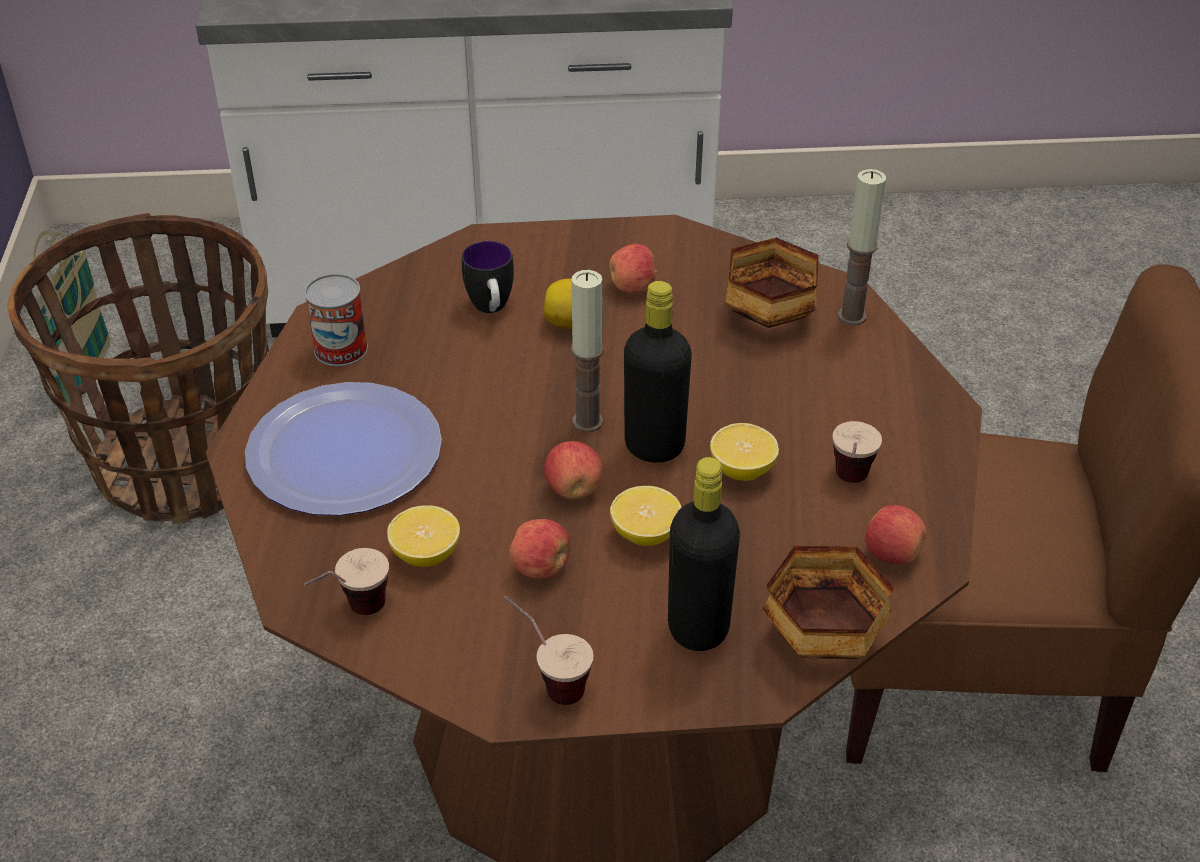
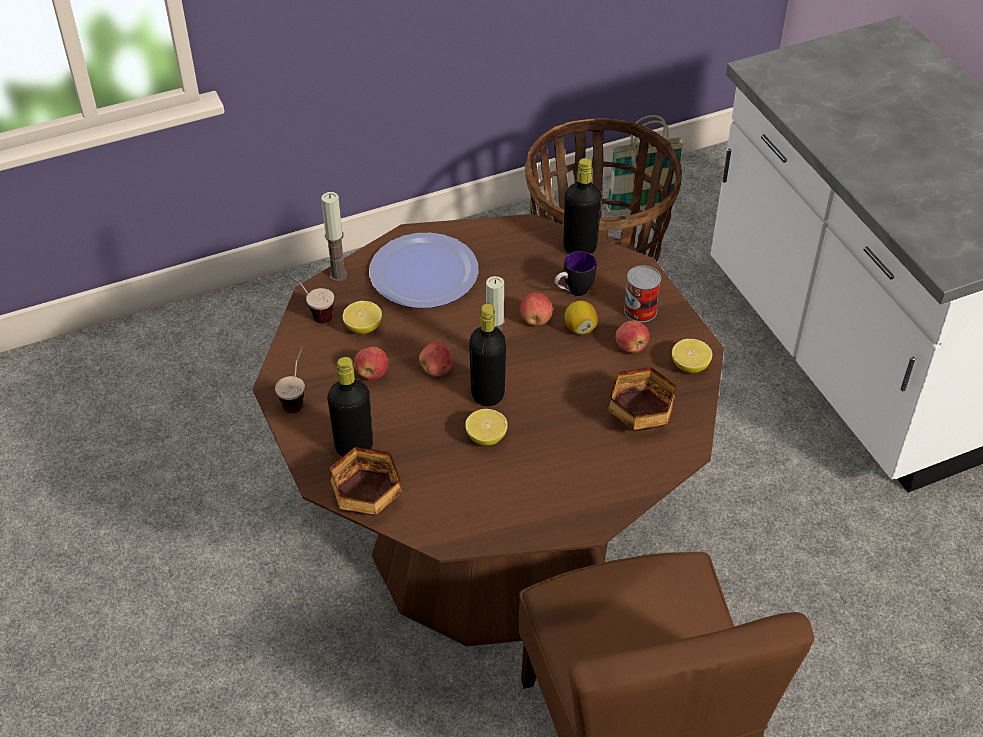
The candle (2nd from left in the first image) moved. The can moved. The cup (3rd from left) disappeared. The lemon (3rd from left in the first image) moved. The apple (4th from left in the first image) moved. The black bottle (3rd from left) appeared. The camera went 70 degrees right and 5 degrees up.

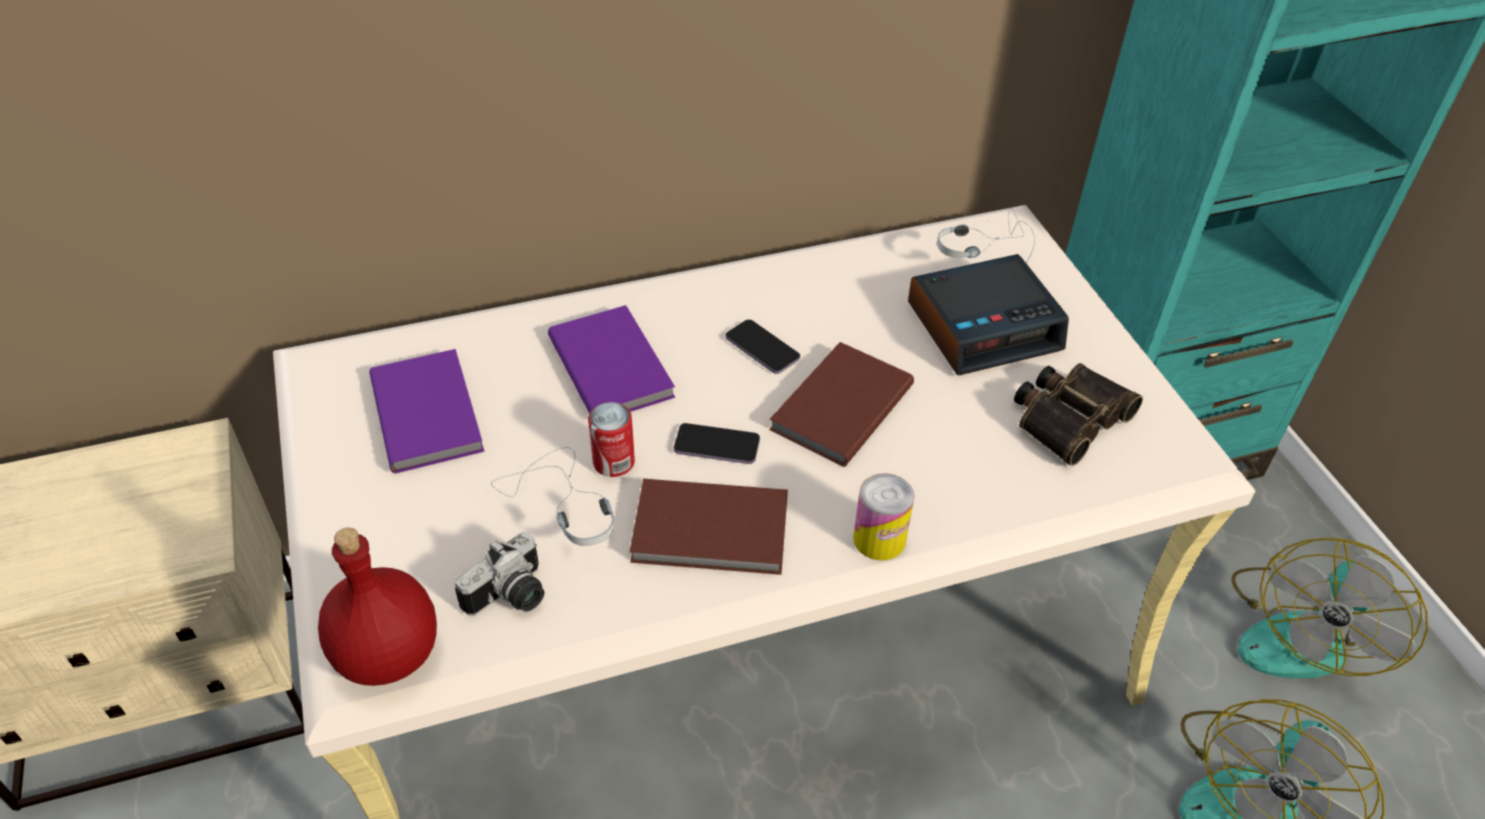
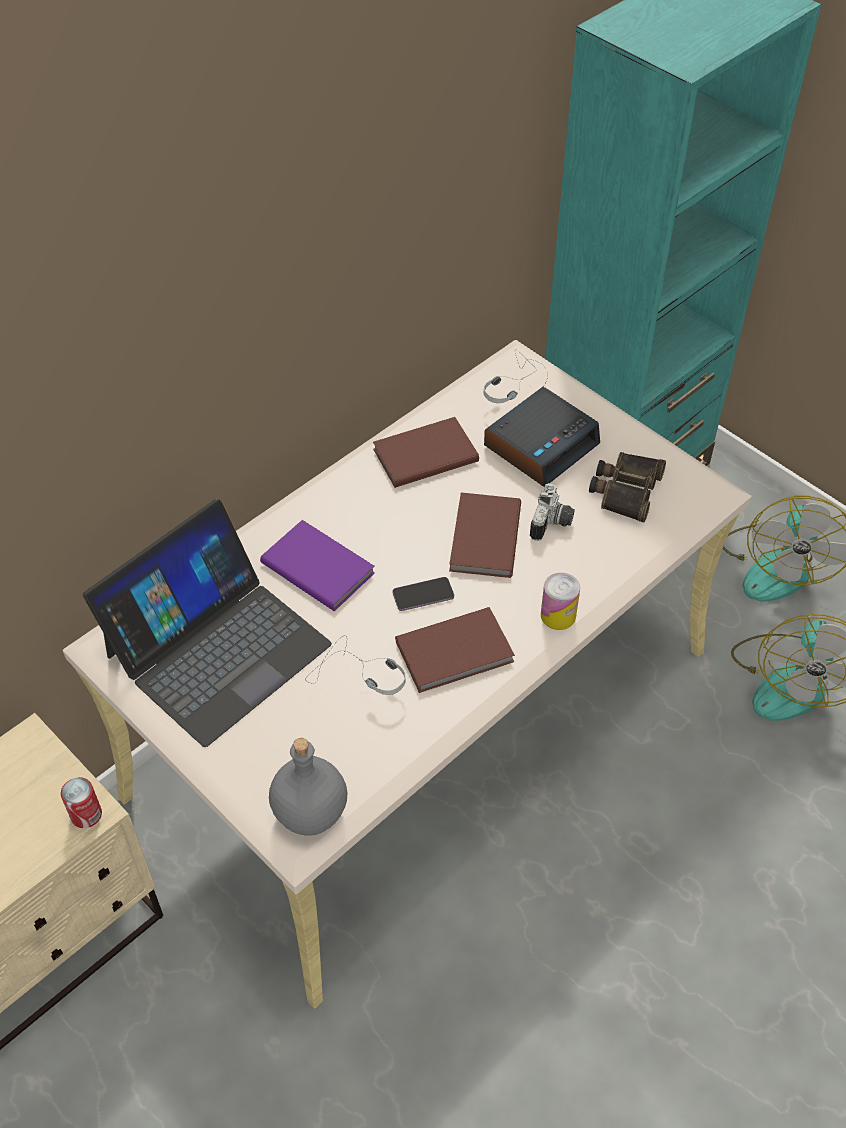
The phone (2nd from left) disappeared. The purple book (1st from left) was replaced by the laptop. The can (1st from left) moved. The red bottle became the grey bottle. The photo camera moved. The brown book (1st from left) appeared. The camera went 25 degrees left and 5 degrees up.

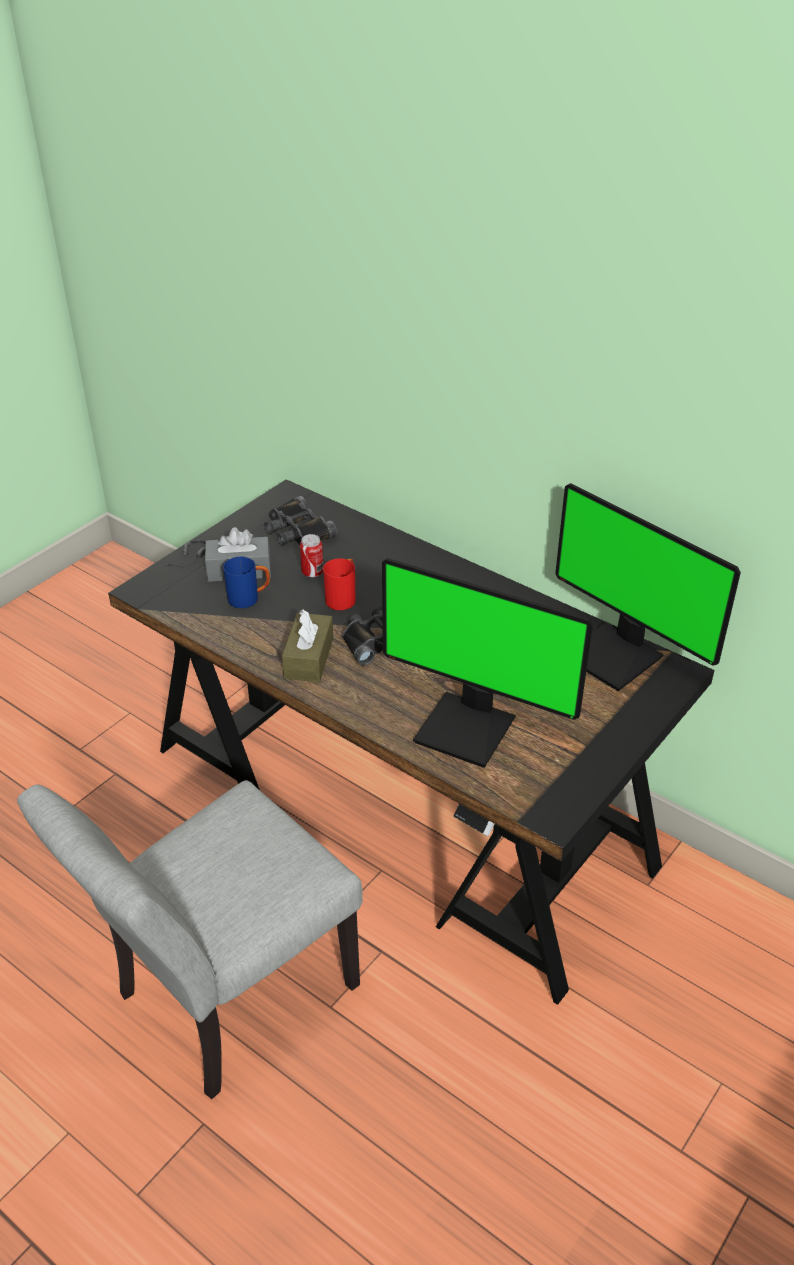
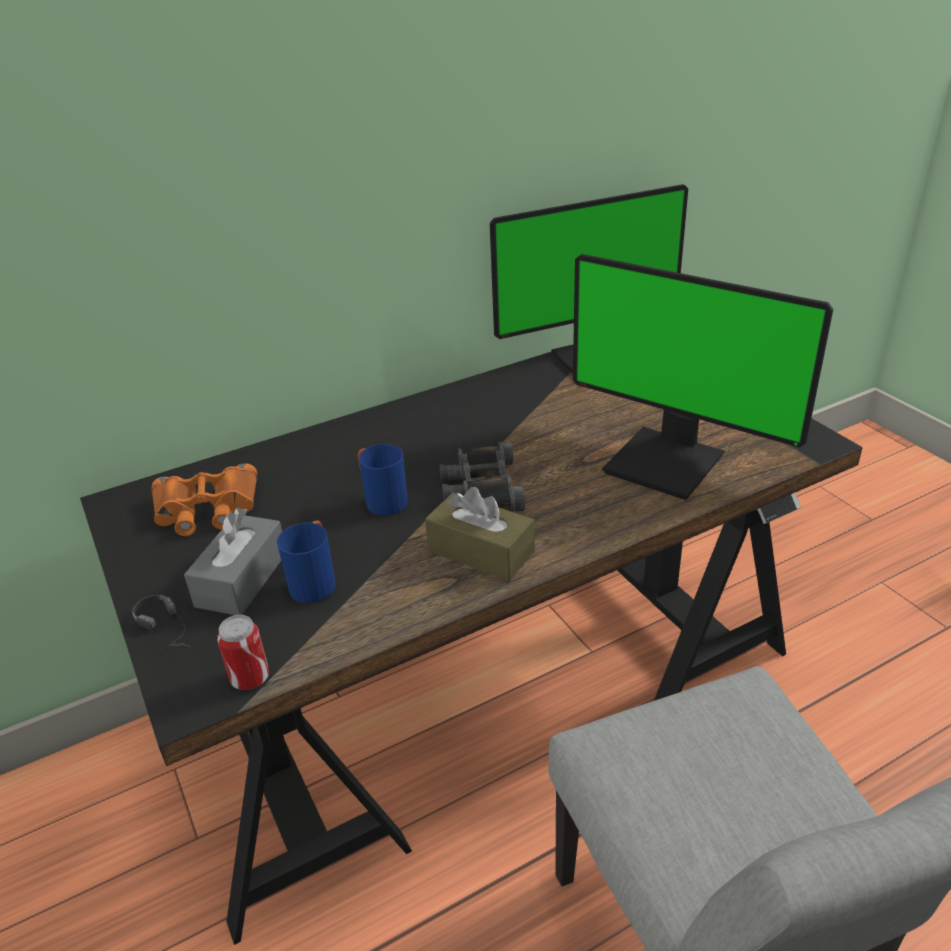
The black binoculars (1st from left) became the orange binoculars. The can moved. The red mug became the blue mug (2nd from left). The monitor (1st from left in the first image) turned 75 degrees clockwise. The camera went 65 degrees left and 5 degrees down.

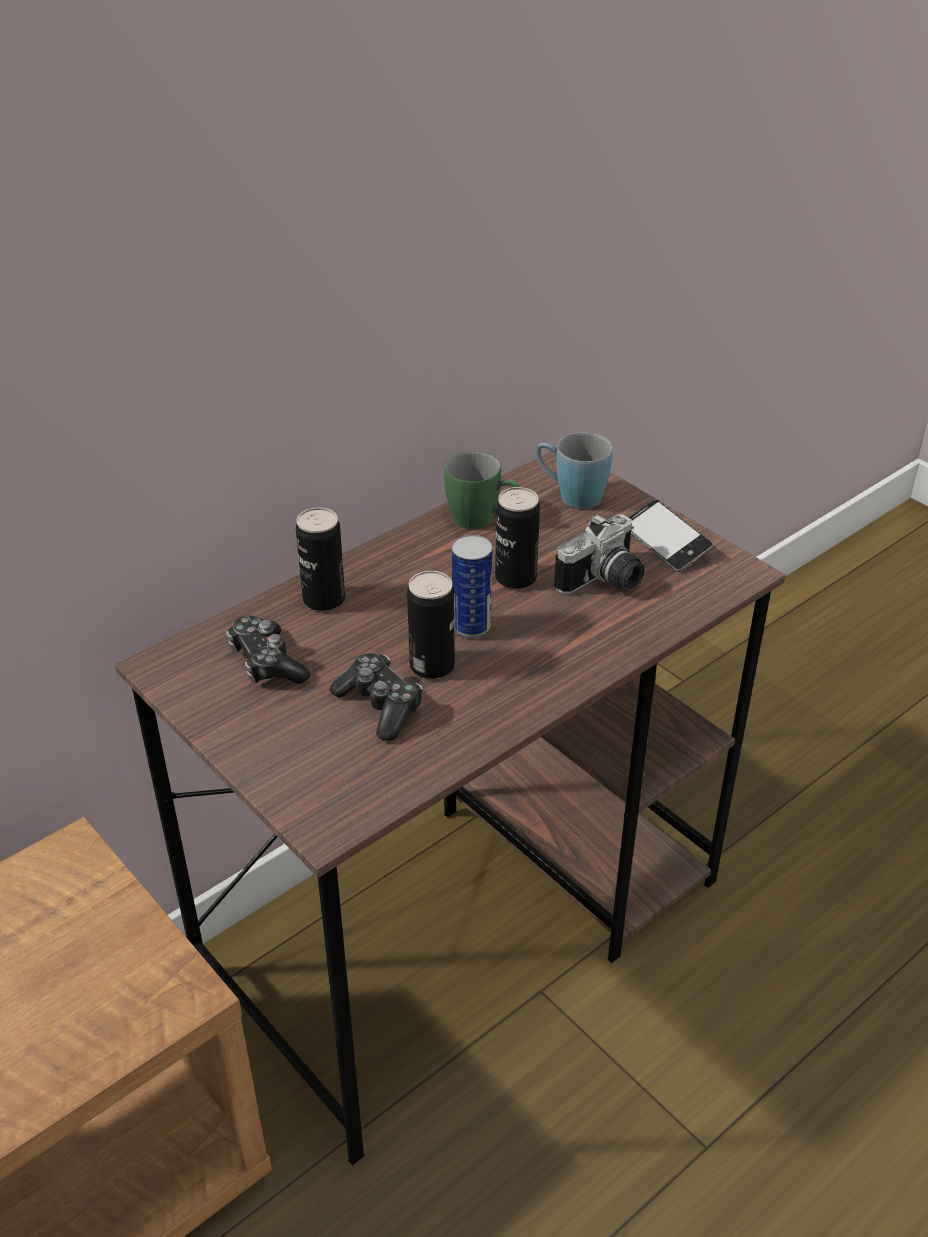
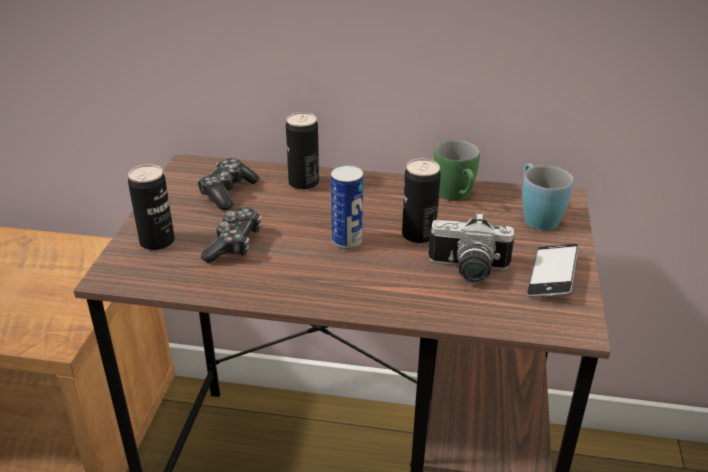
The can (2nd from left in the first image) moved. The camera went 50 degrees right and 5 degrees down.

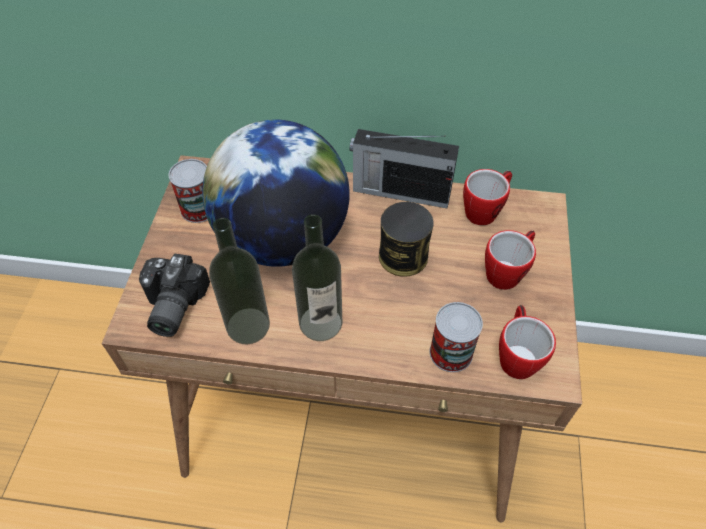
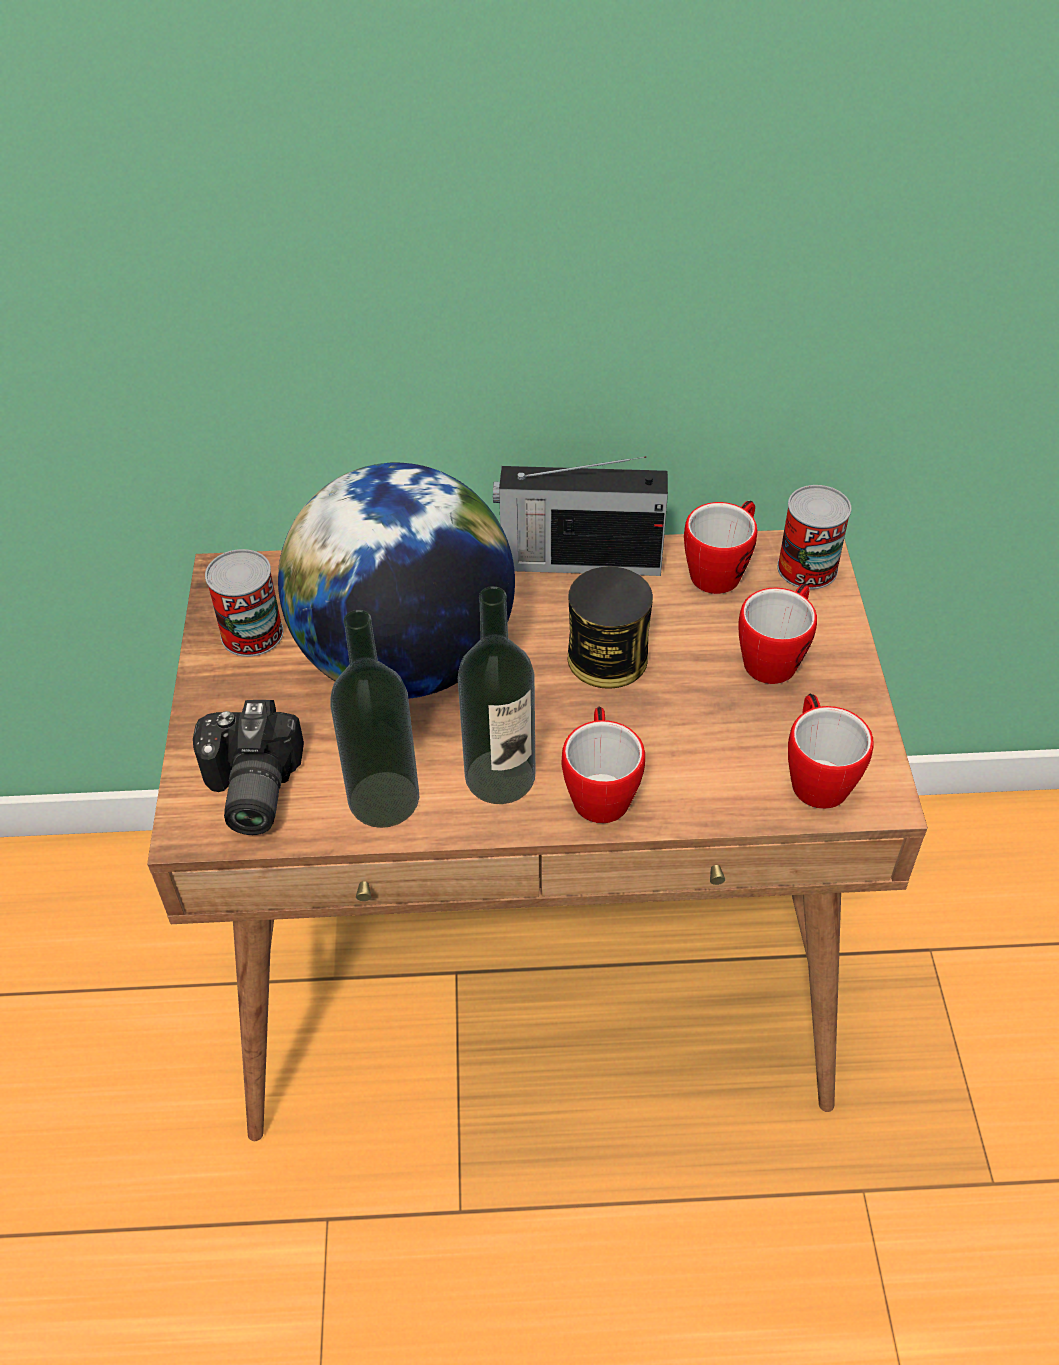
The can (3rd from left) moved. The mug (1st from left) appeared. The camera went 10 degrees left and 5 degrees down.

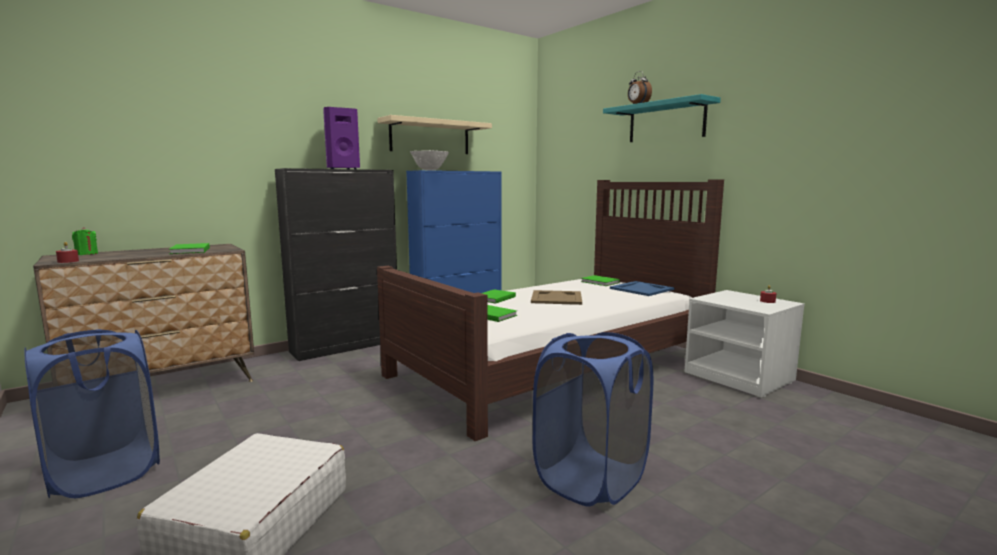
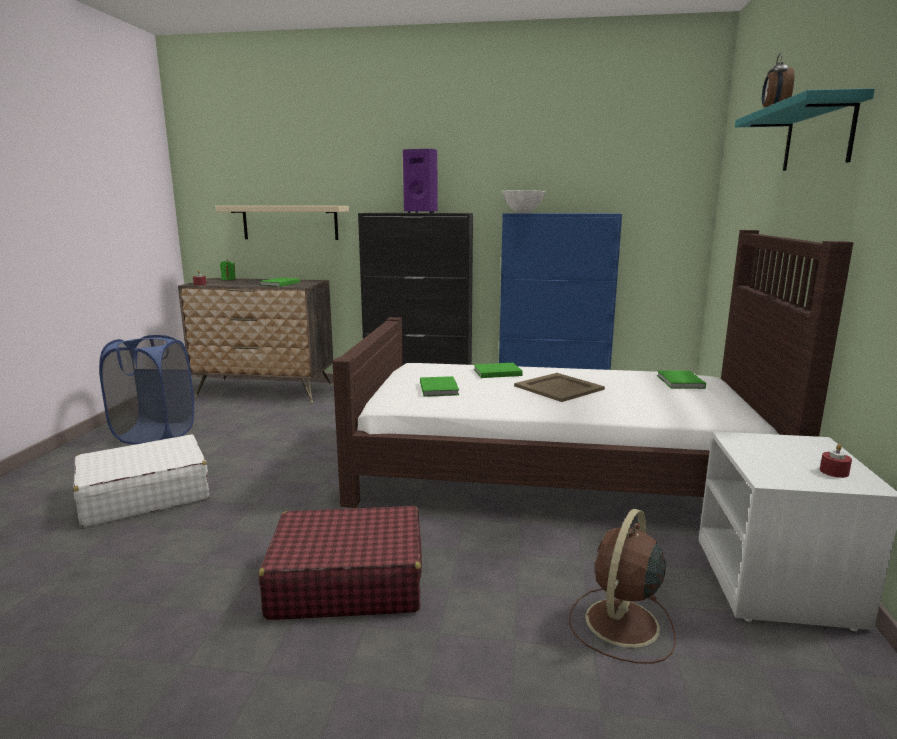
The beige shelf moved. The blue tray disappeared. The blue laundry basket (2nd from left) was replaced by the red suitcase. The brown fan appeared. The camera went 45 degrees right and 5 degrees up.

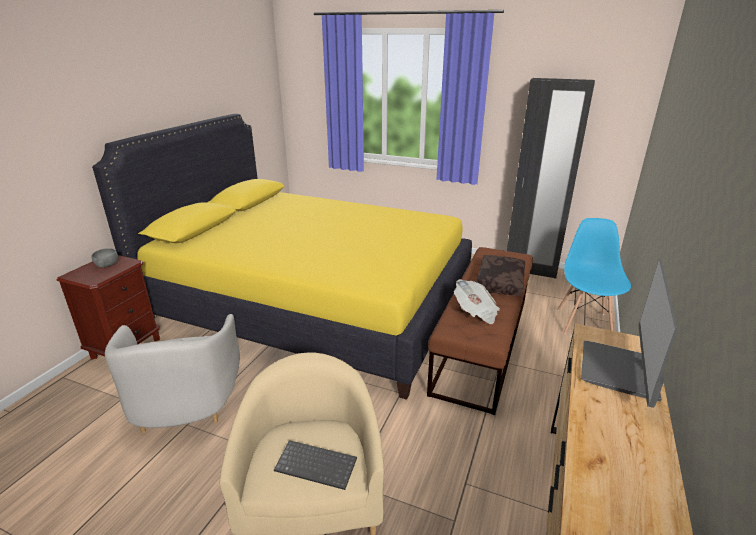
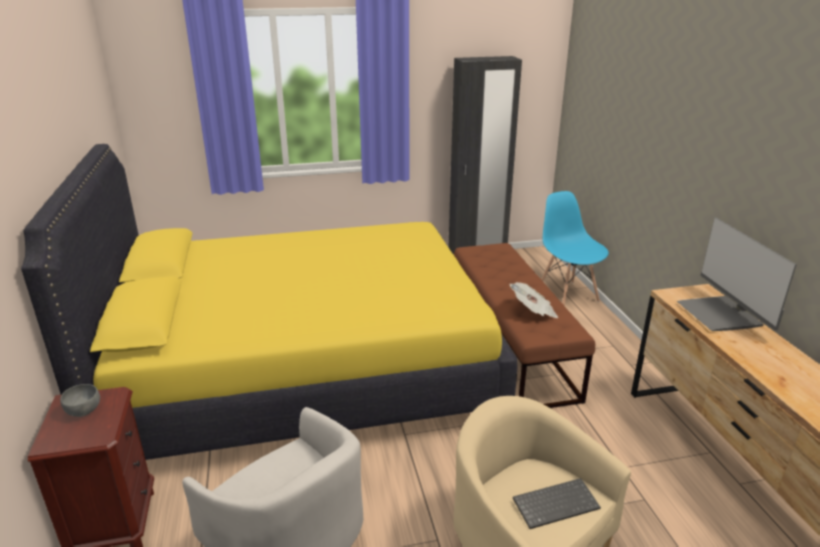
The brown pillow disappeared. The camera went 35 degrees left and 0 degrees up.

